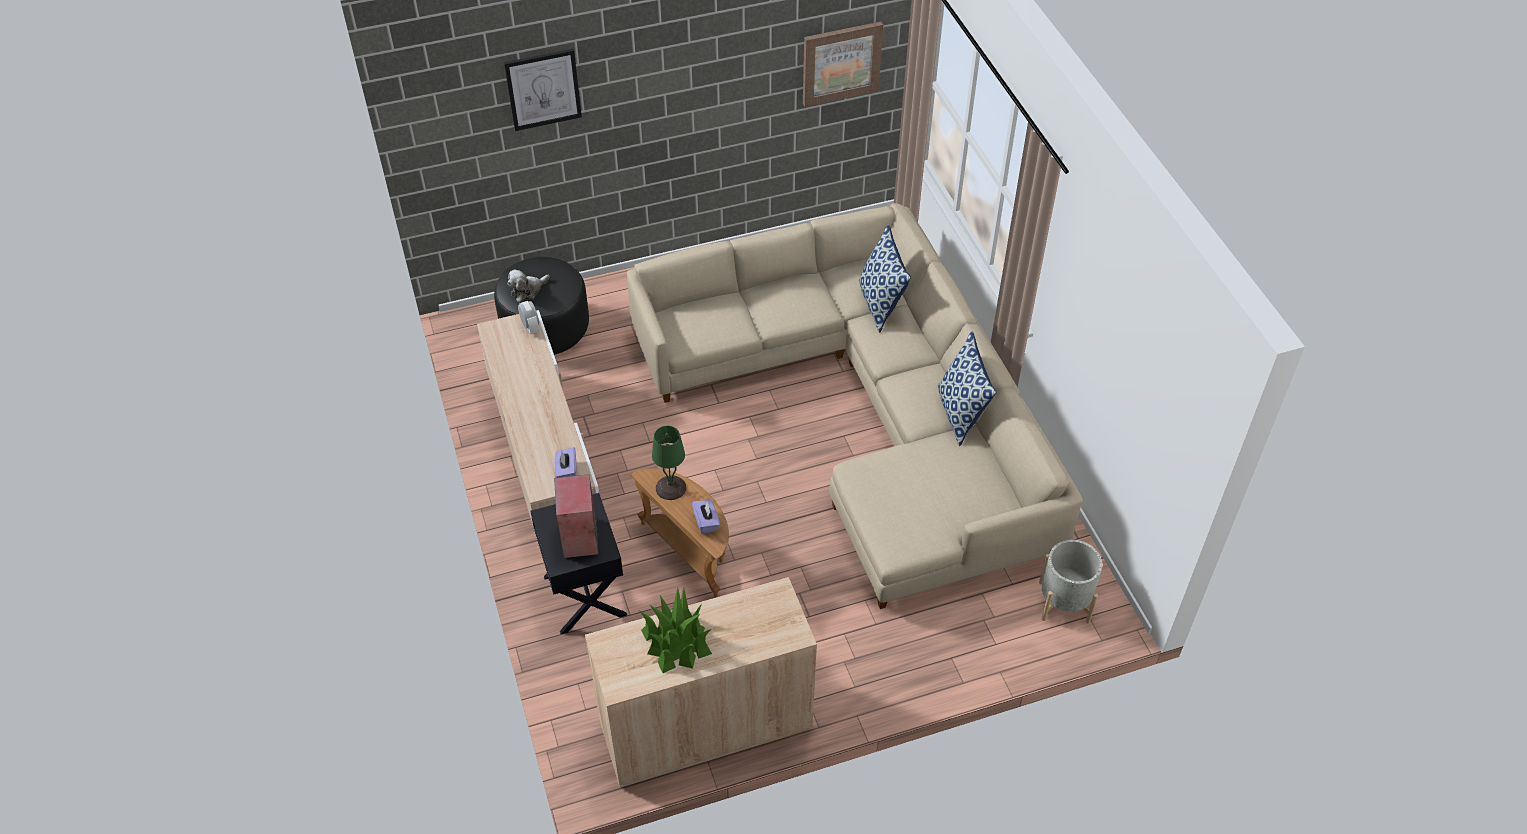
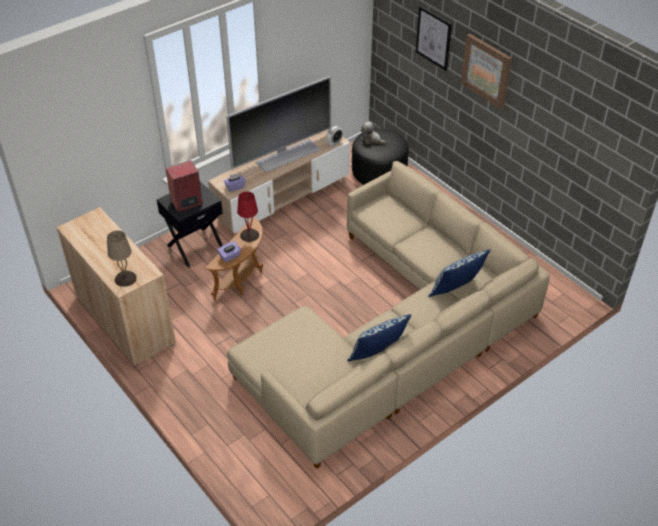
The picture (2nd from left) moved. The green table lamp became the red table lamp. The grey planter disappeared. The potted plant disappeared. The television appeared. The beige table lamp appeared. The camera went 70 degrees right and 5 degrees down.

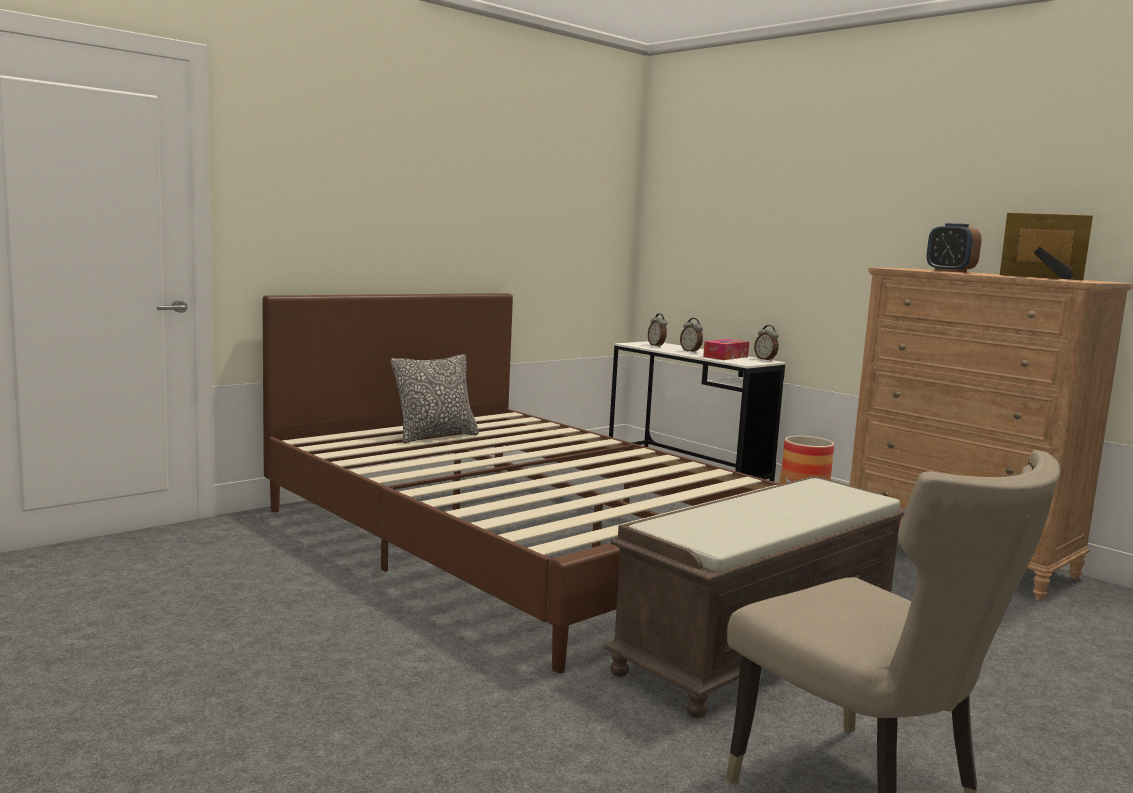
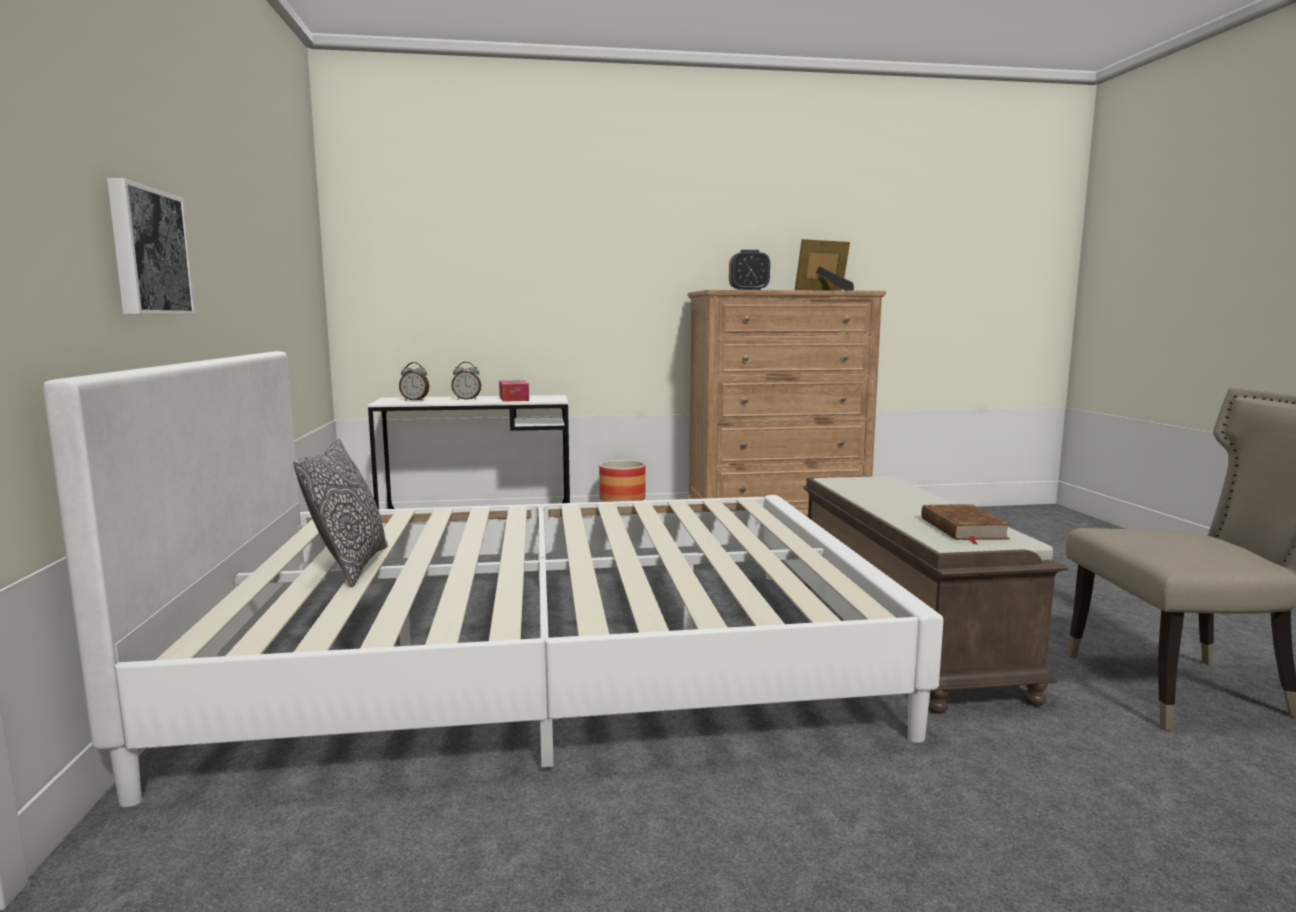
The brown bed became the white bed. The alarm clock (3rd from left) disappeared. The picture appeared. The brown book appeared. The camera went 55 degrees left and 0 degrees up.

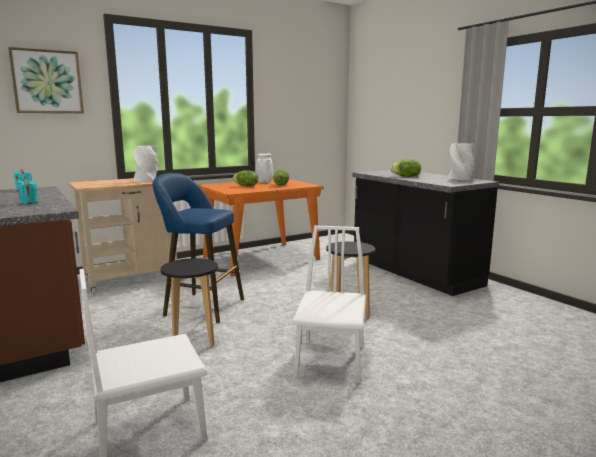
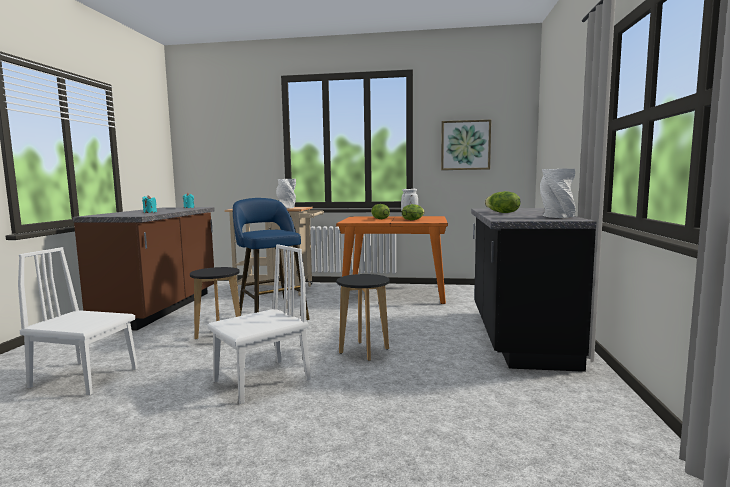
The picture moved. The camera went 40 degrees right and 5 degrees down.

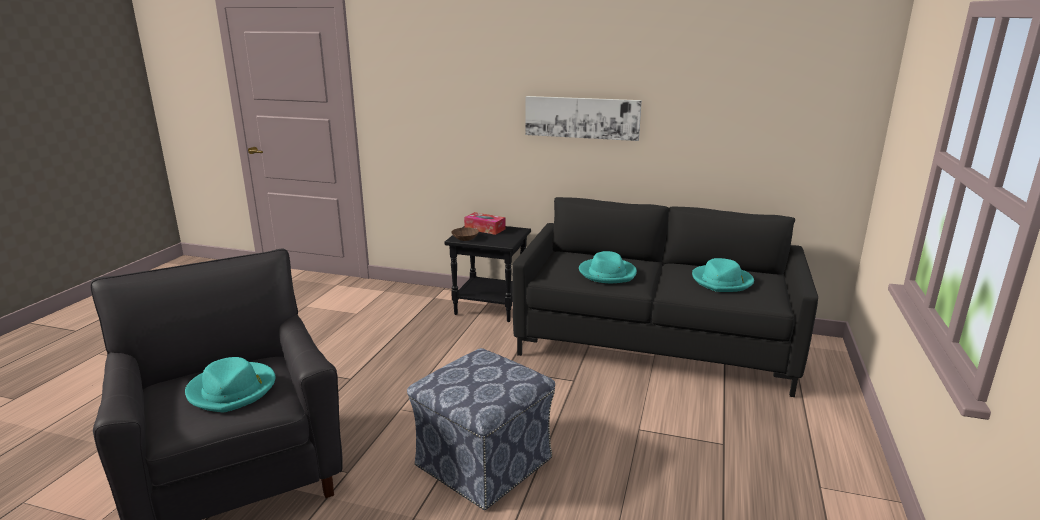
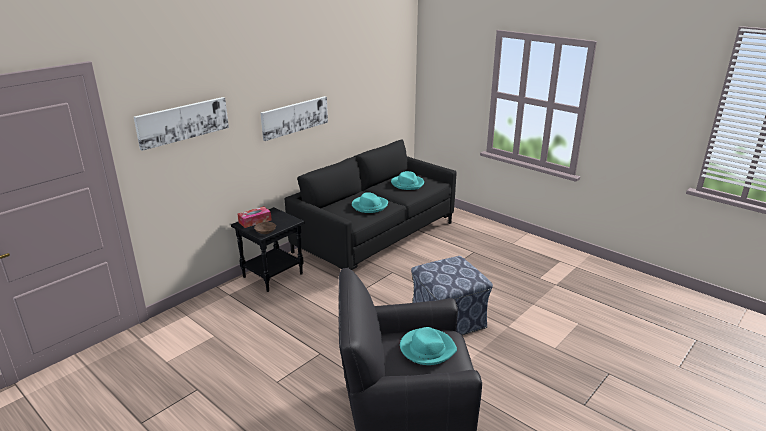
The picture (1st from left) appeared. The camera went 65 degrees left and 5 degrees up.

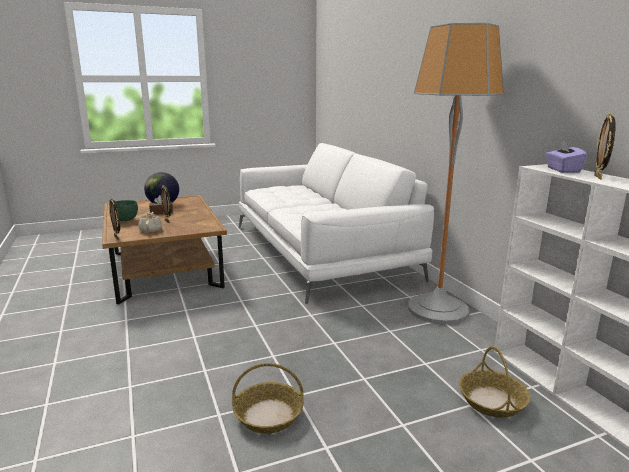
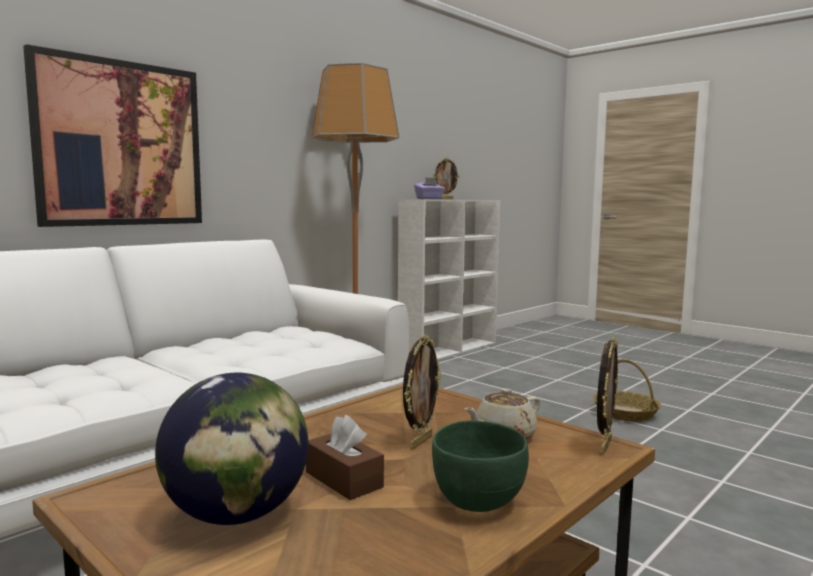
The basket (2nd from left) disappeared. The picture appeared. The camera went 115 degrees left and 10 degrees down.

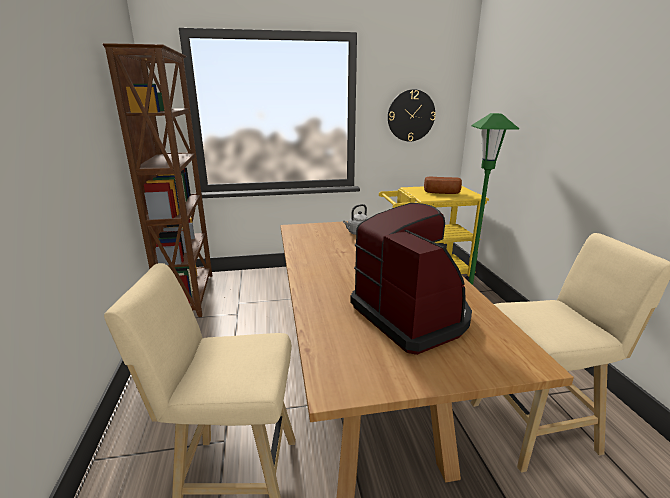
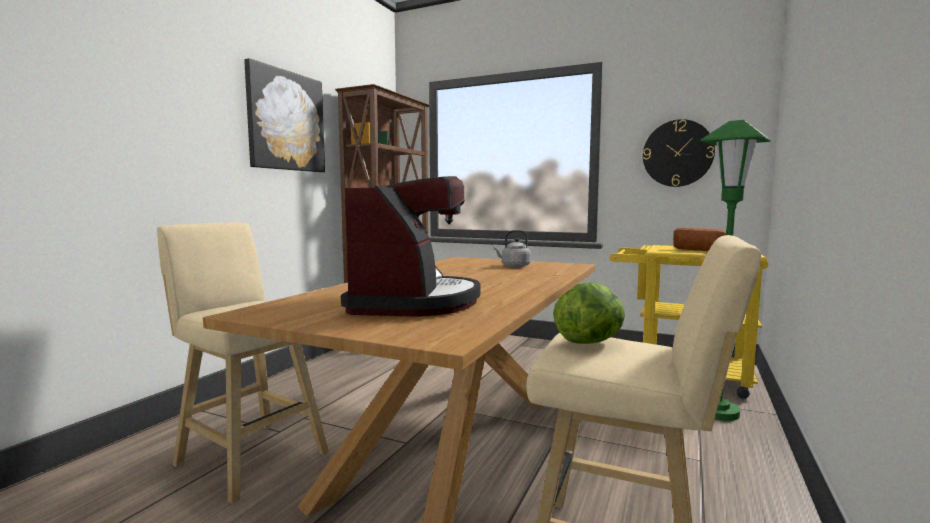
The picture appeared. The lettuce appeared. The camera went 35 degrees right and 15 degrees down.

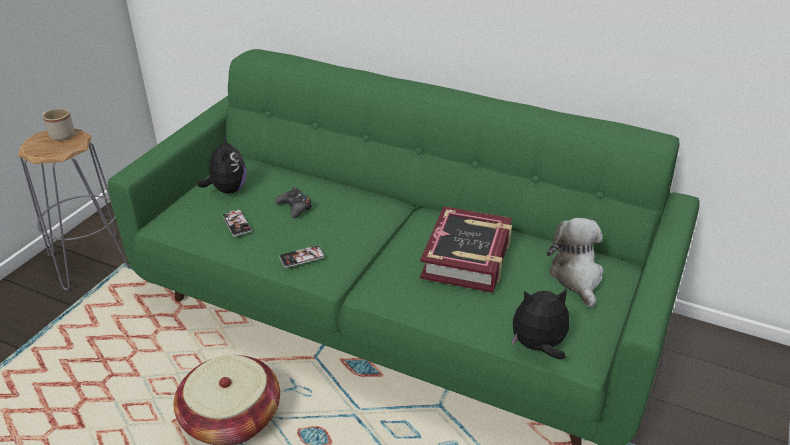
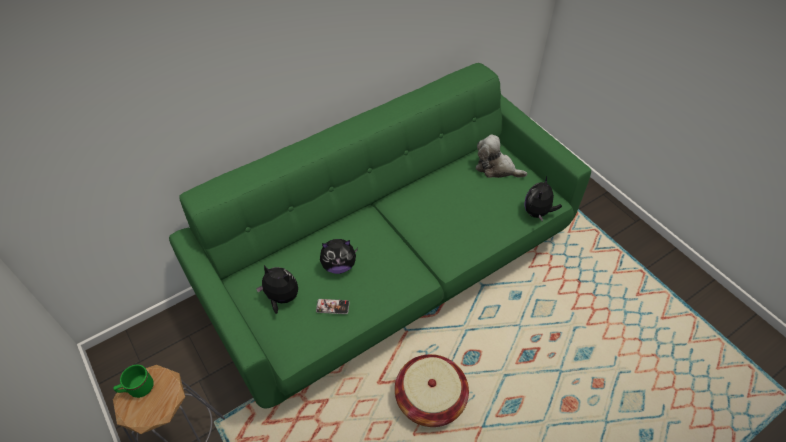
The beige mug became the green mug. The black game controller was replaced by the plush toy (2nd from left). The book disappeared. The phone (2nd from left) disappeared. The camera went 60 degrees left and 15 degrees up.

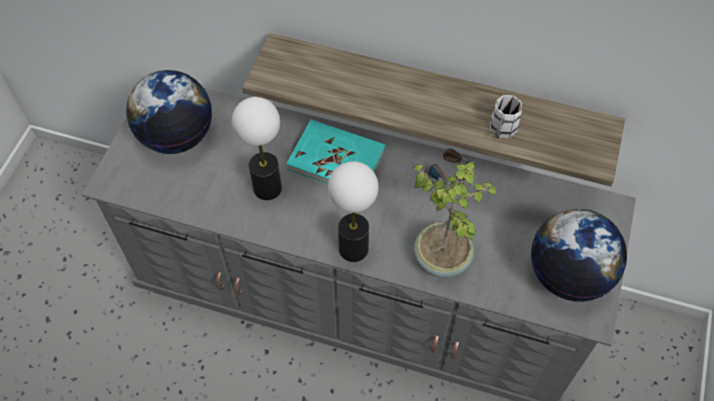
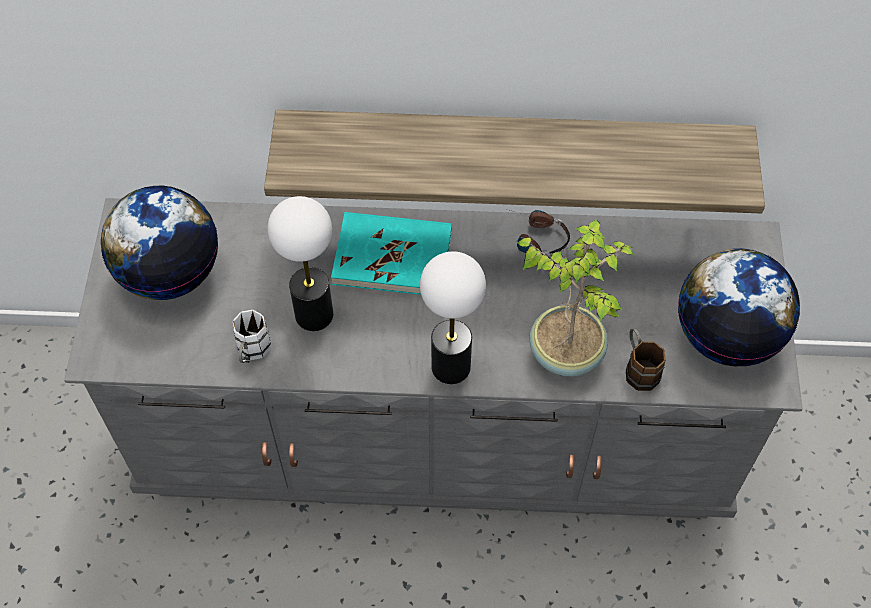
The white mug moved. The brown mug appeared. The camera went 15 degrees left and 0 degrees up.

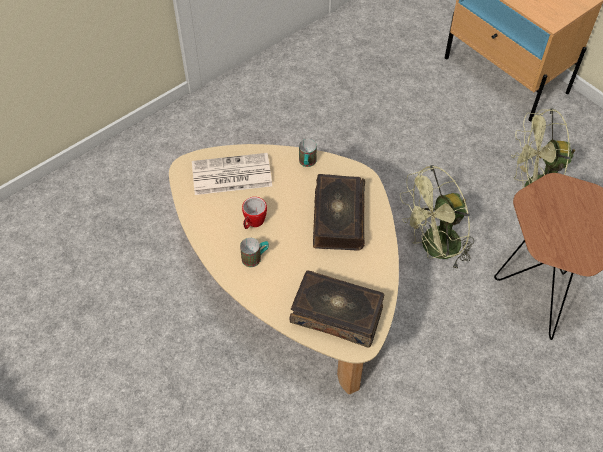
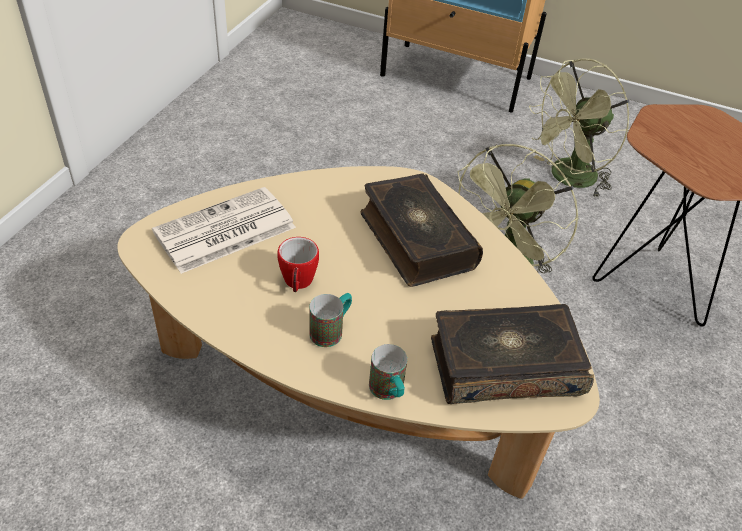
The mug (3rd from left) moved. The camera went 30 degrees left and 10 degrees down.

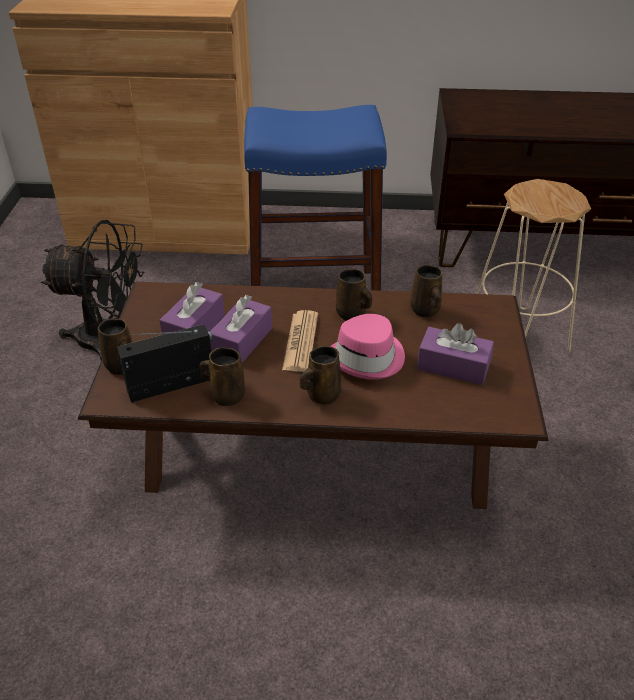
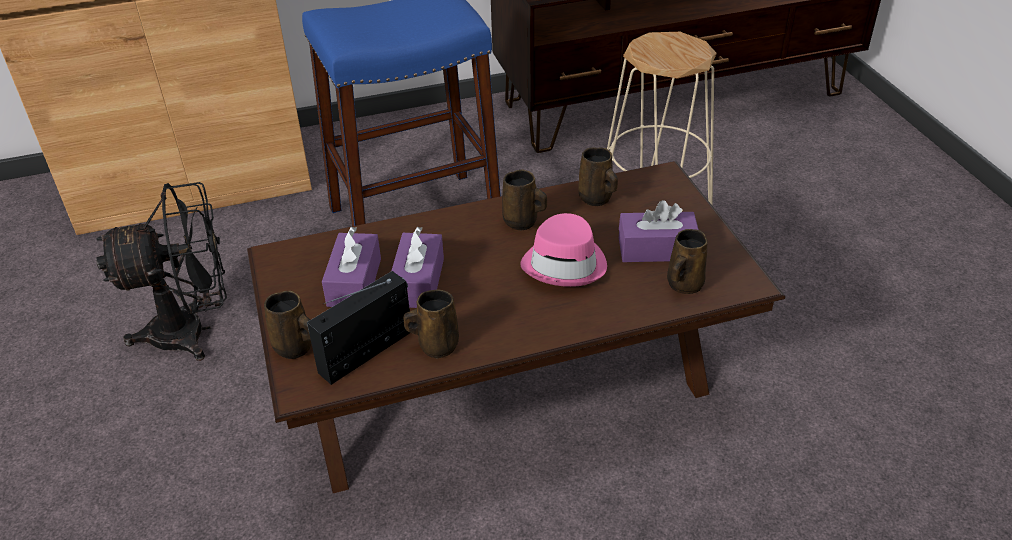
The newspaper disappeared. The brown mug (3rd from left in the first image) moved. The camera went 20 degrees left and 0 degrees up.

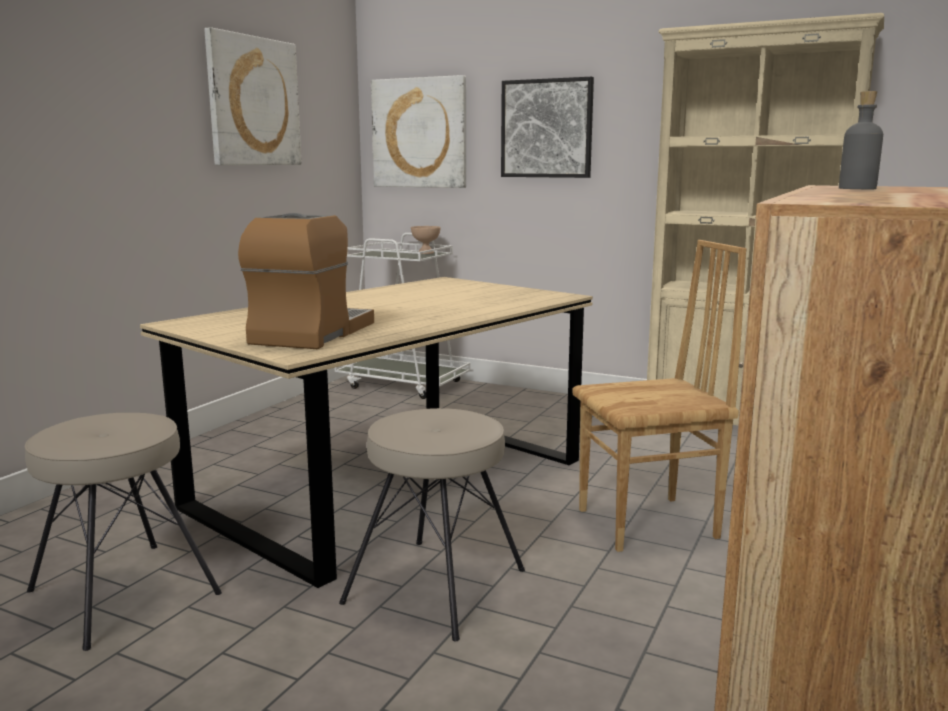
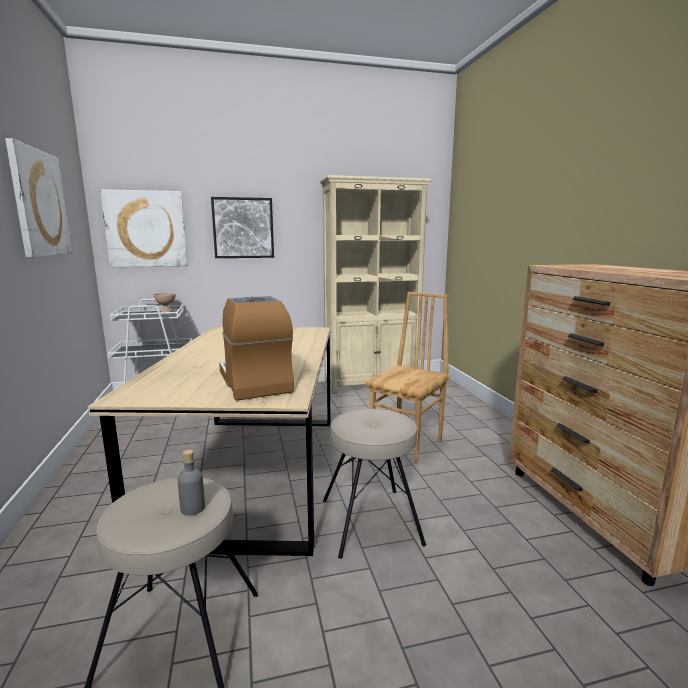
The grey bottle moved. The camera went 40 degrees left and 0 degrees up.

